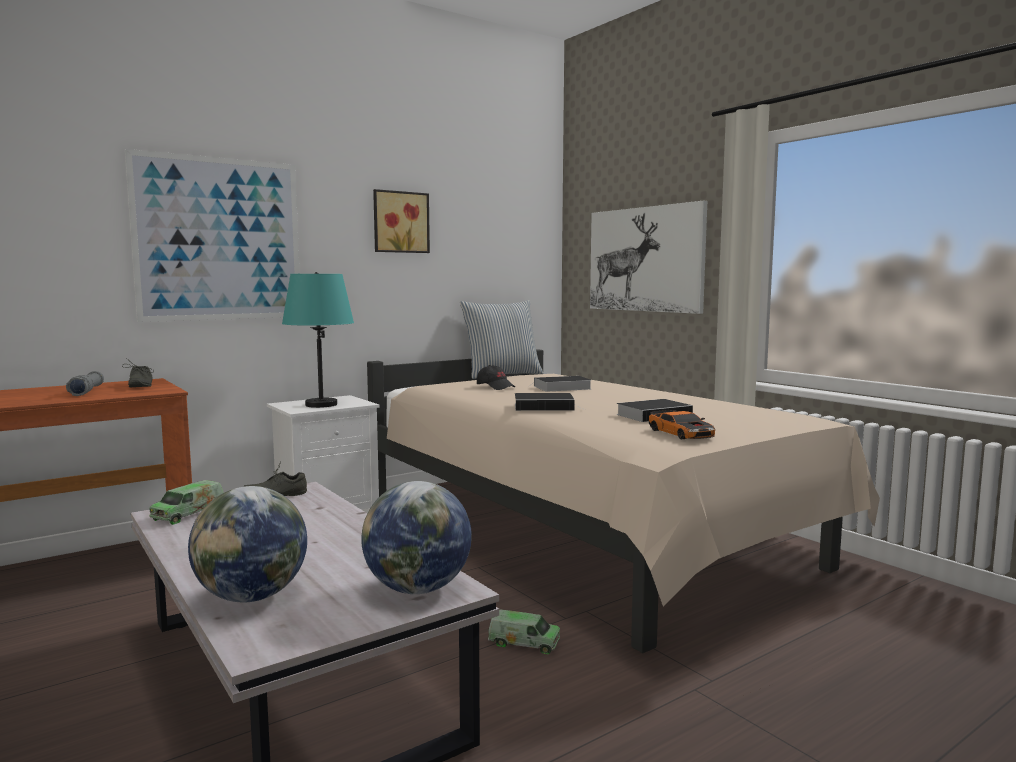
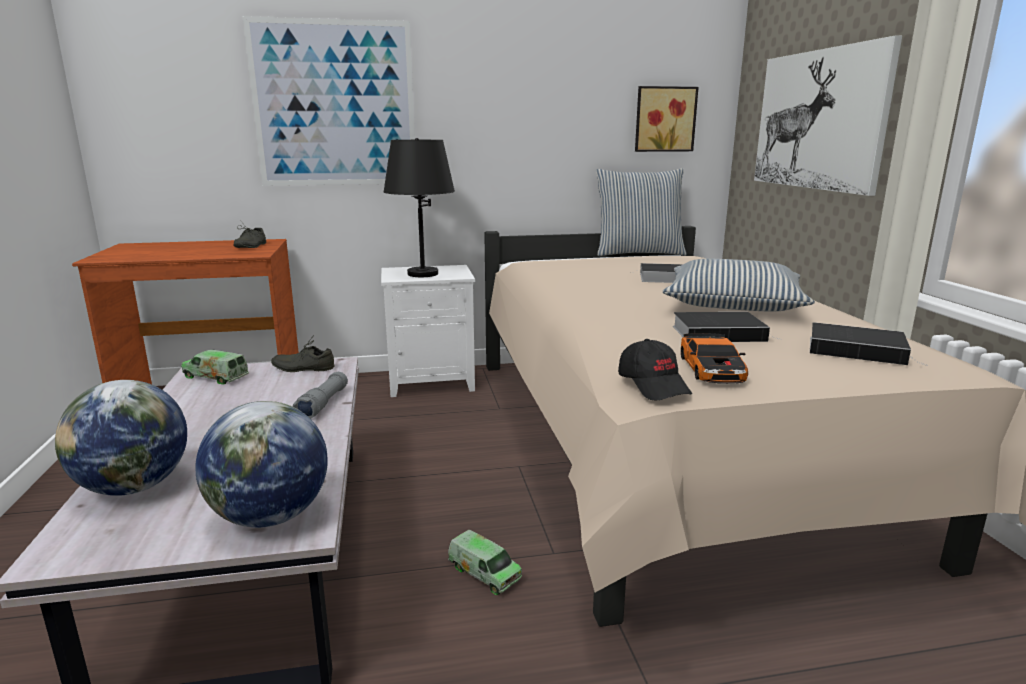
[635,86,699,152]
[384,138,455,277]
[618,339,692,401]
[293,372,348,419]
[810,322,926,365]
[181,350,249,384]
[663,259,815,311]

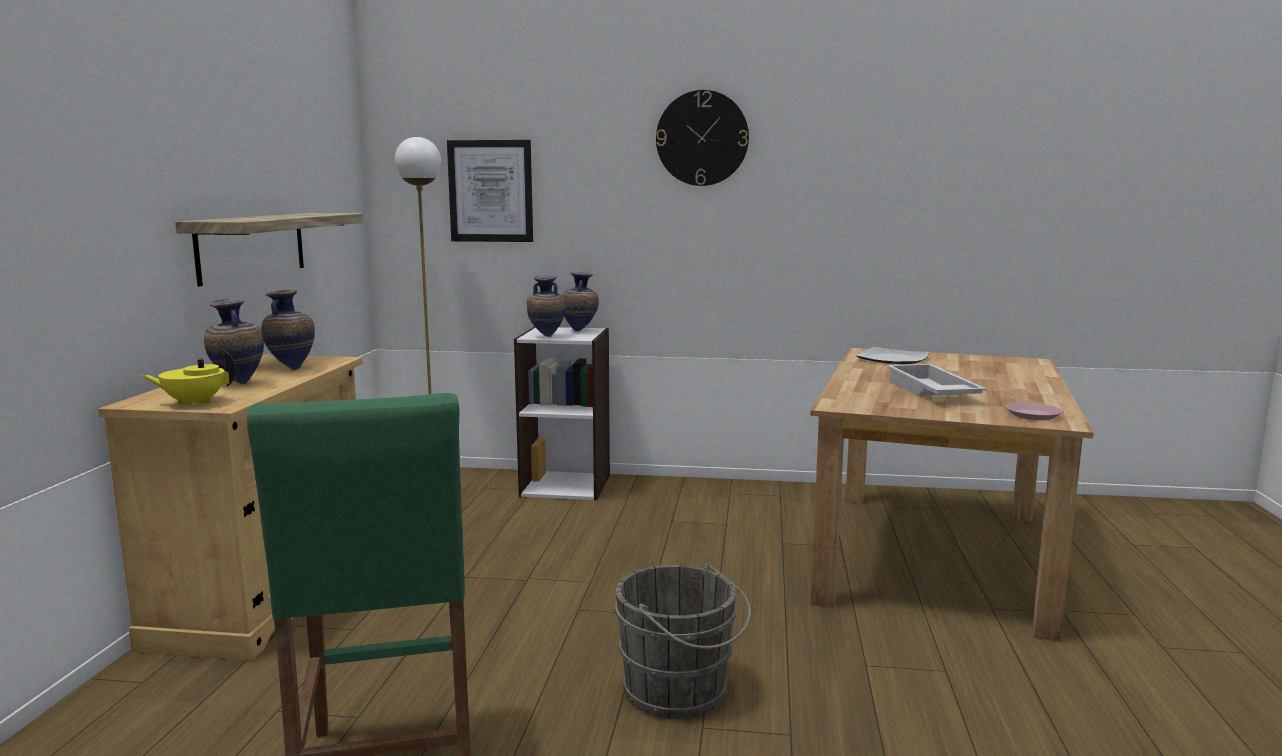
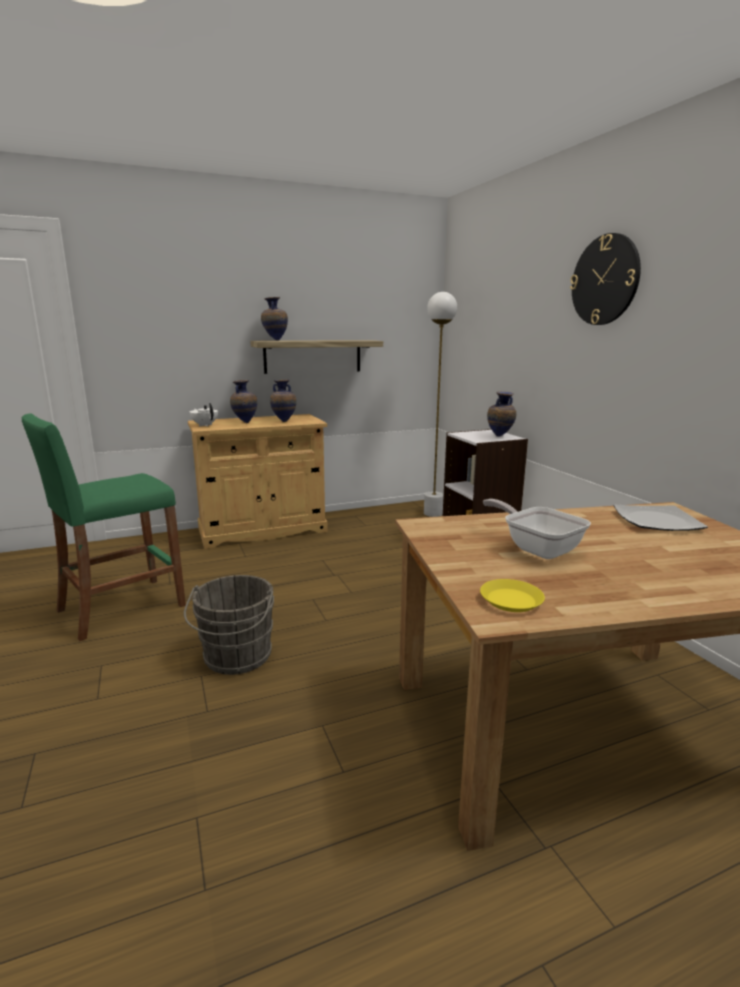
[447,140,533,242] (first image)
[261,297,288,341]
[190,403,218,426]
[483,499,591,559]
[480,579,545,612]

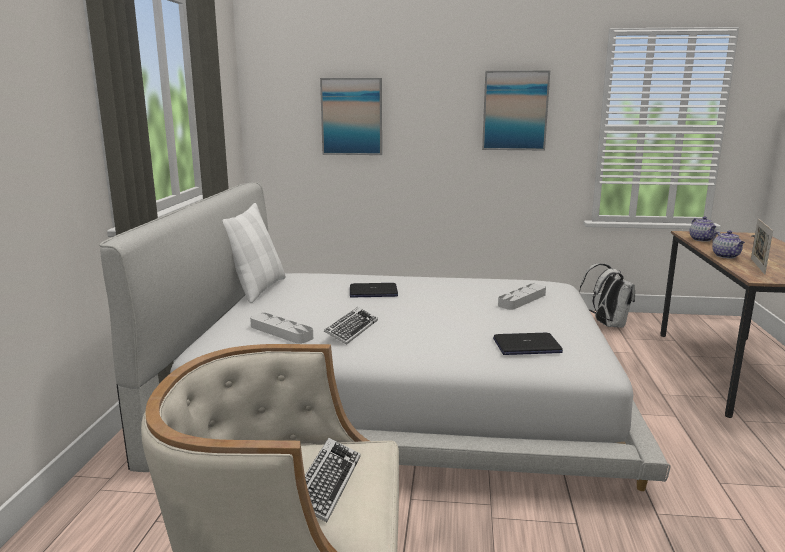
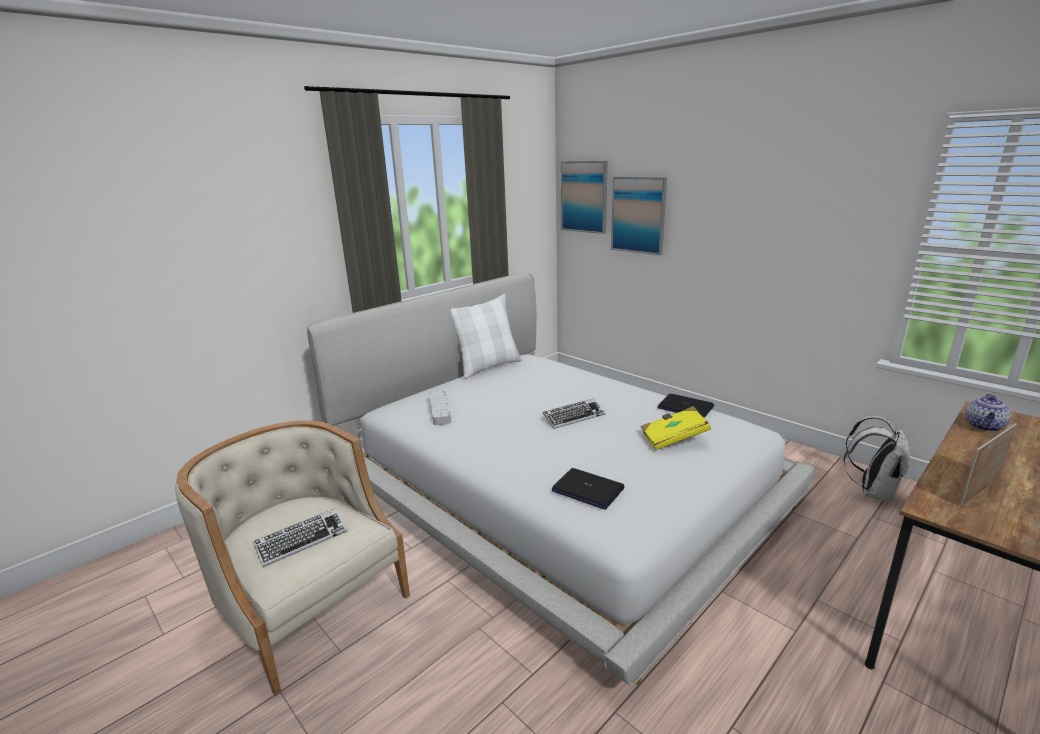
[561,161,608,234]
[712,230,745,258] (first image)
[658,394,714,418]
[641,406,711,450]
[543,398,606,429]

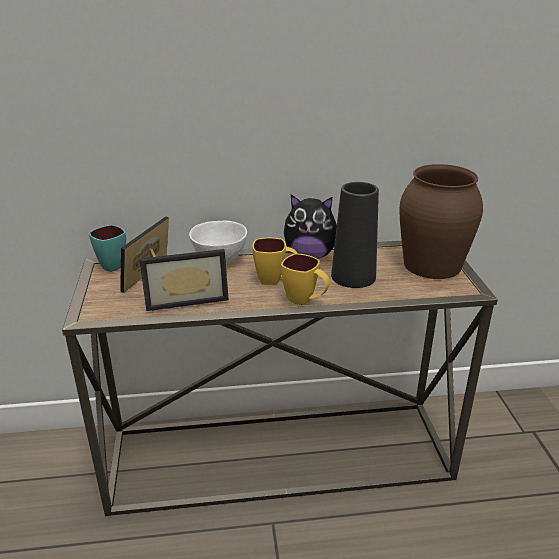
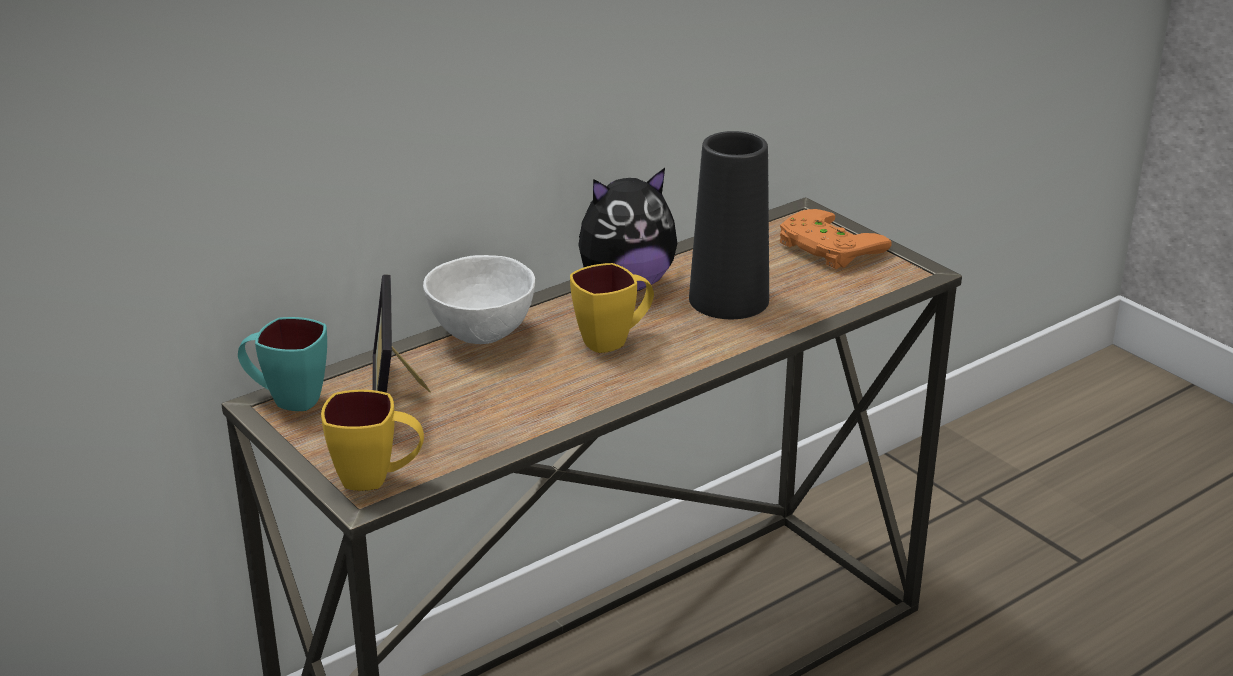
[780,209,891,269]
[140,249,229,311] (first image)
[321,390,424,491]

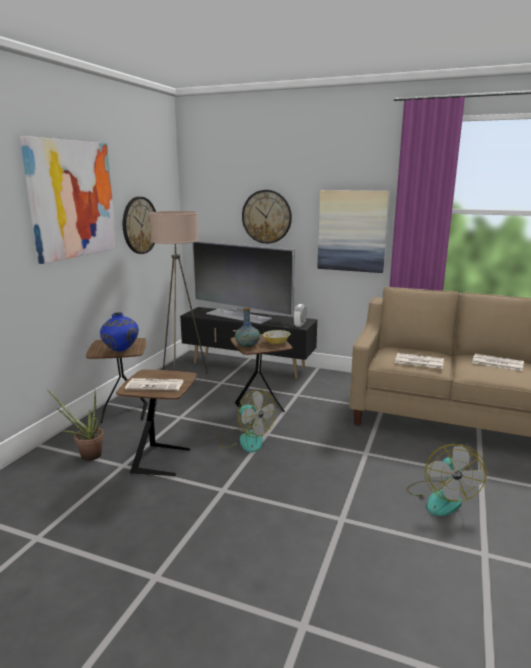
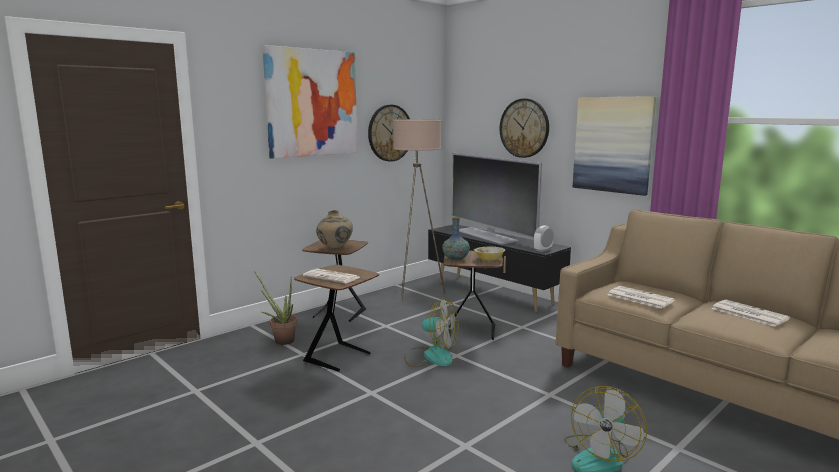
[316,210,353,249]
[404,299,459,367]

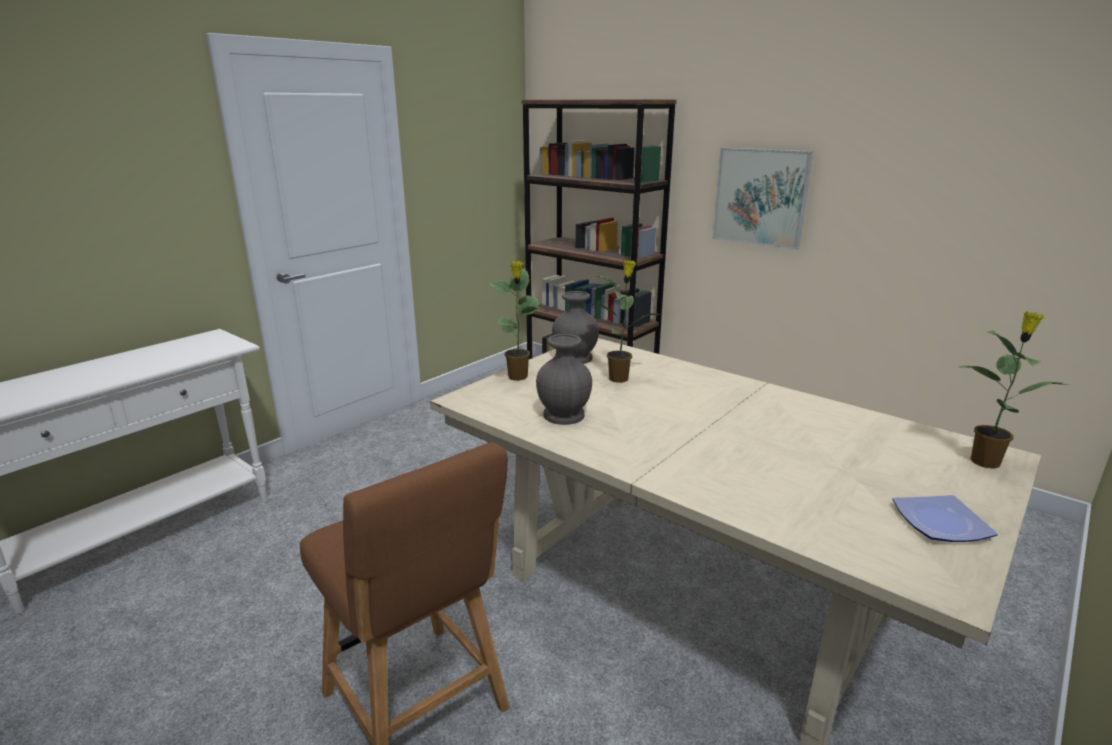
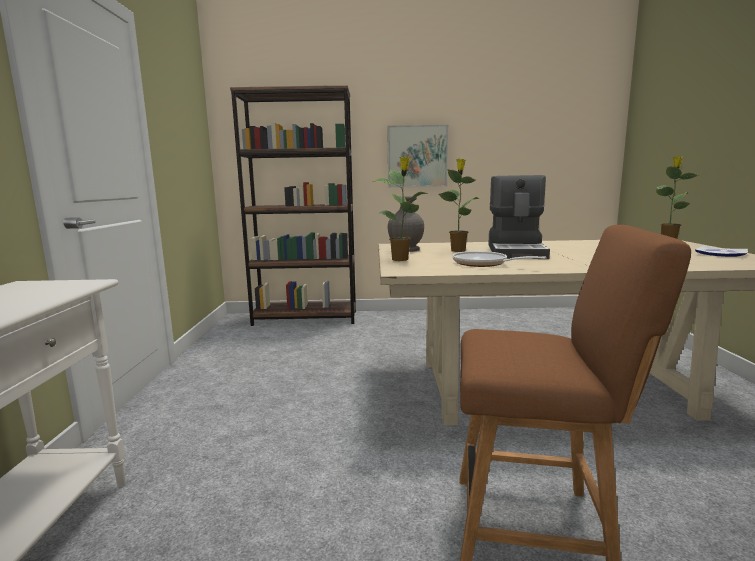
[452,251,547,267]
[488,175,550,259]

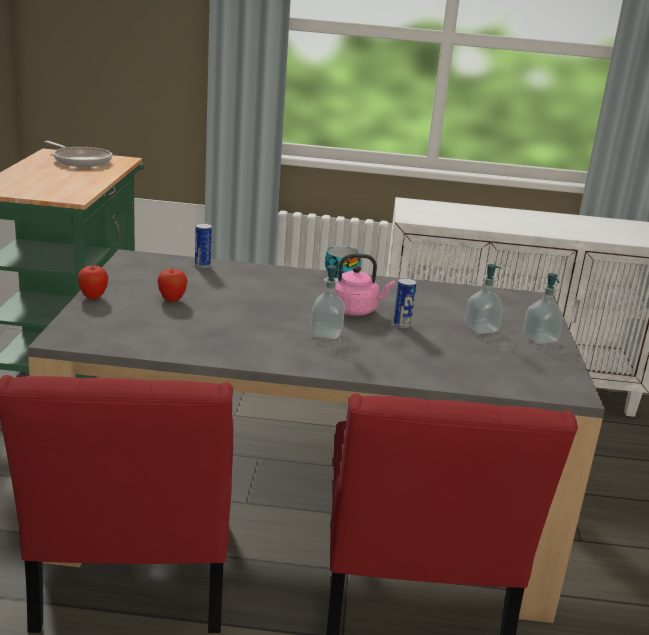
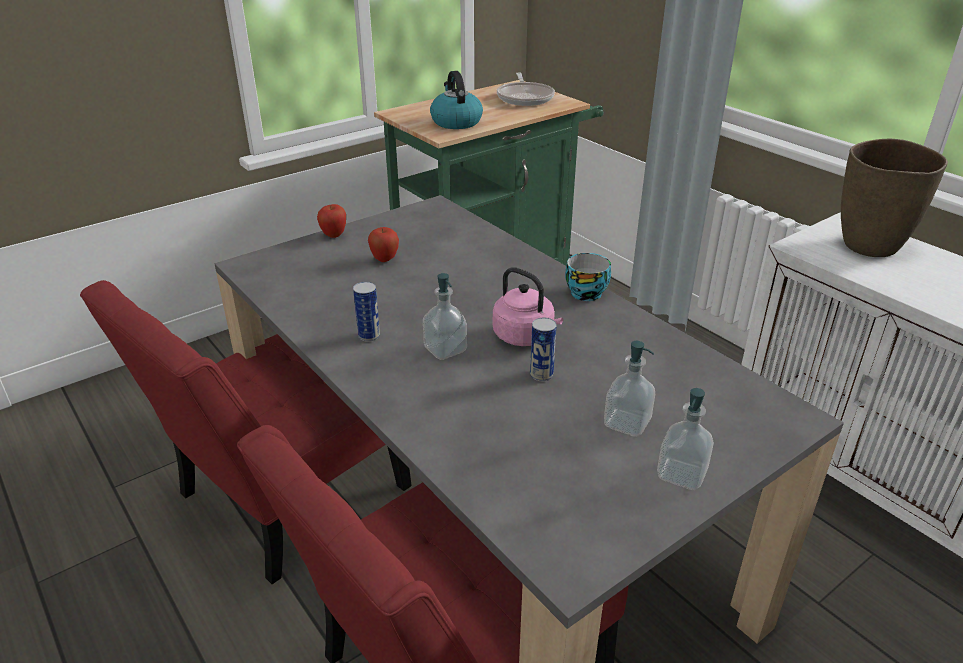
[353,282,380,342]
[430,71,483,129]
[841,139,948,257]

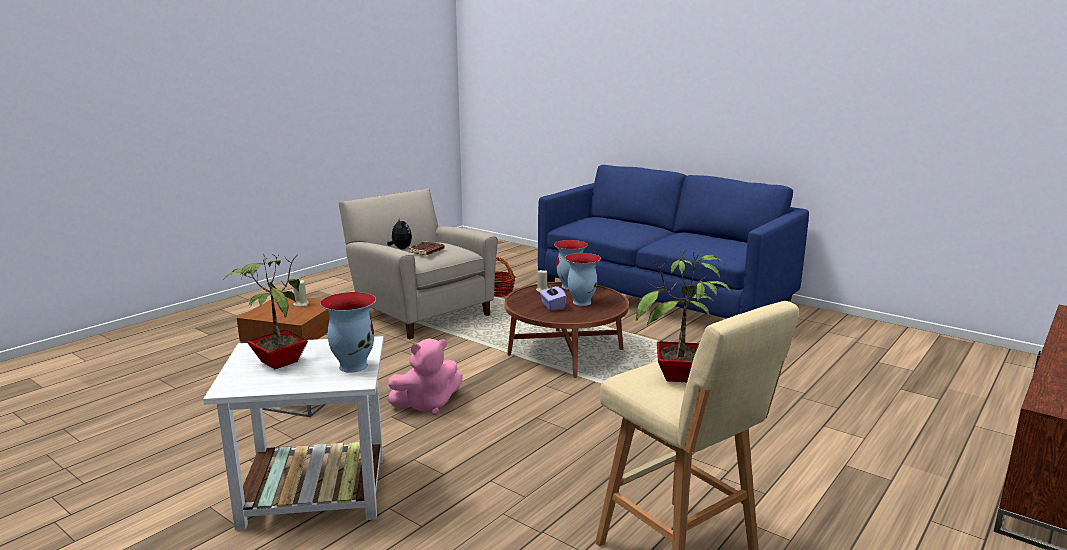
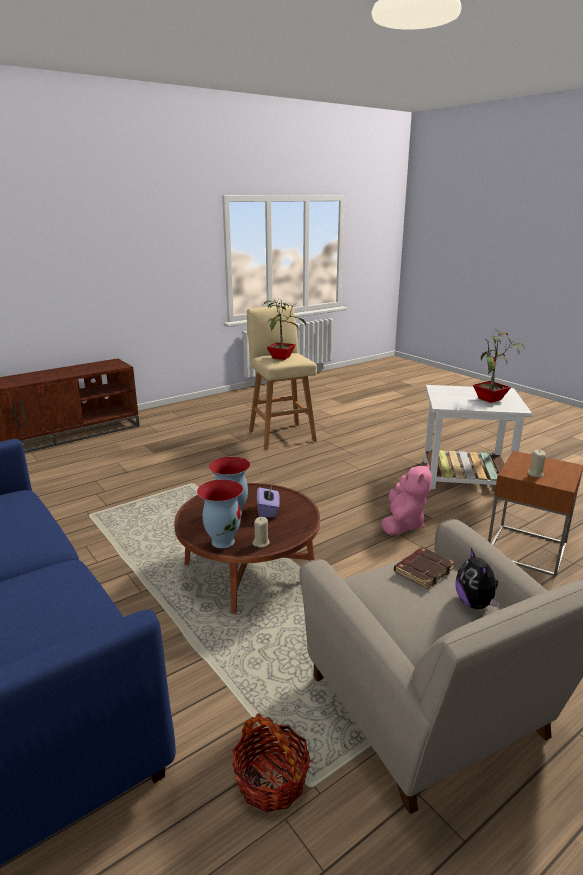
[320,292,376,373] (first image)
[381,463,432,536]

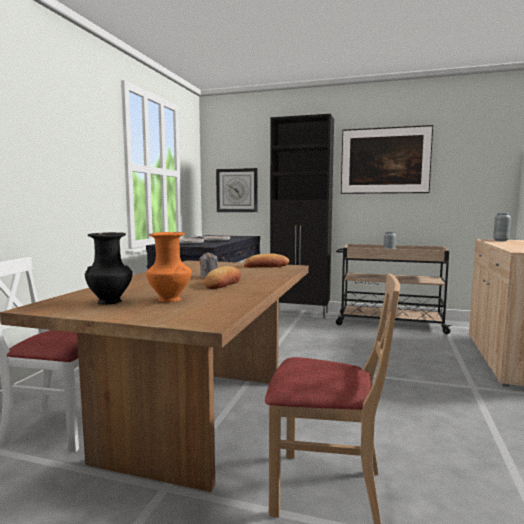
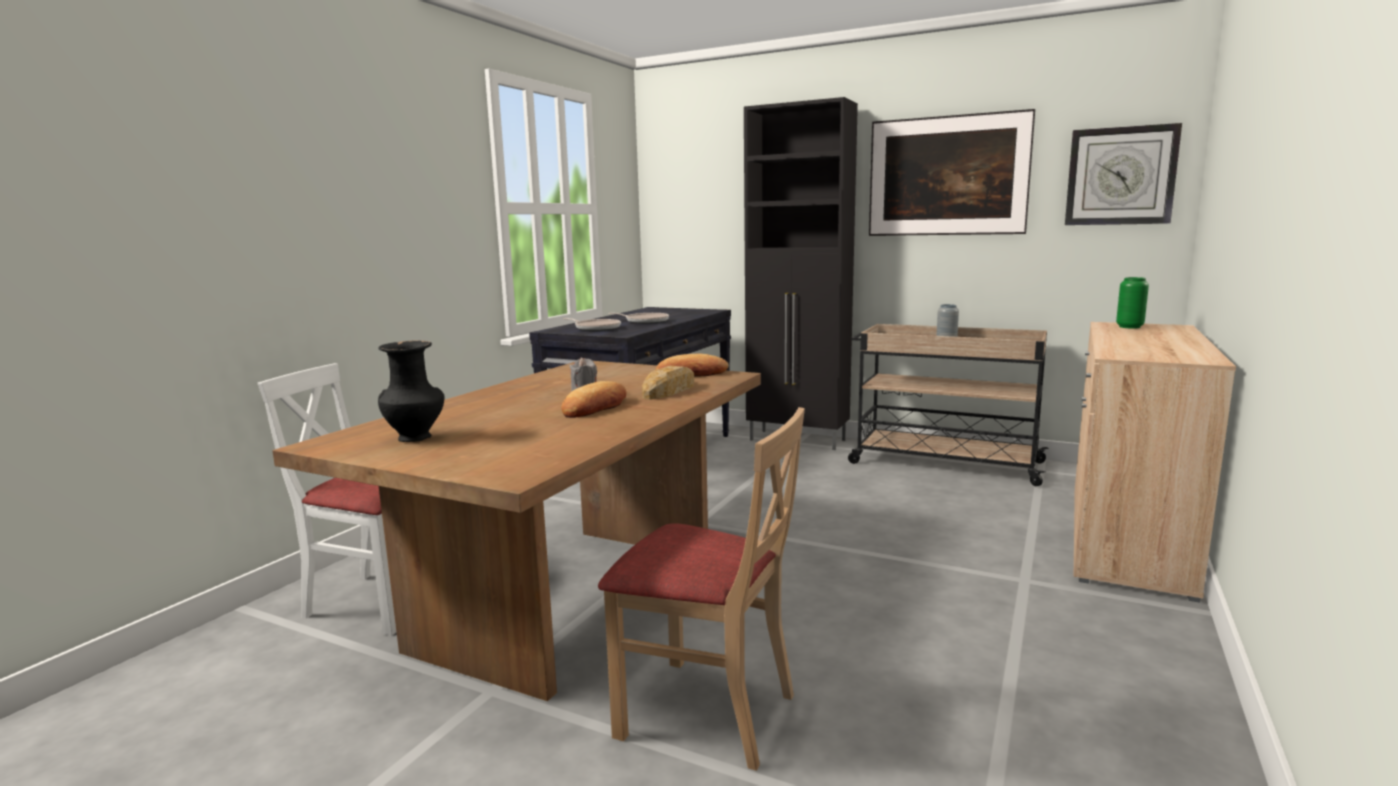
[1065,123,1182,225]
[1116,277,1149,329]
[146,232,192,302] (first image)
[642,366,694,400]

